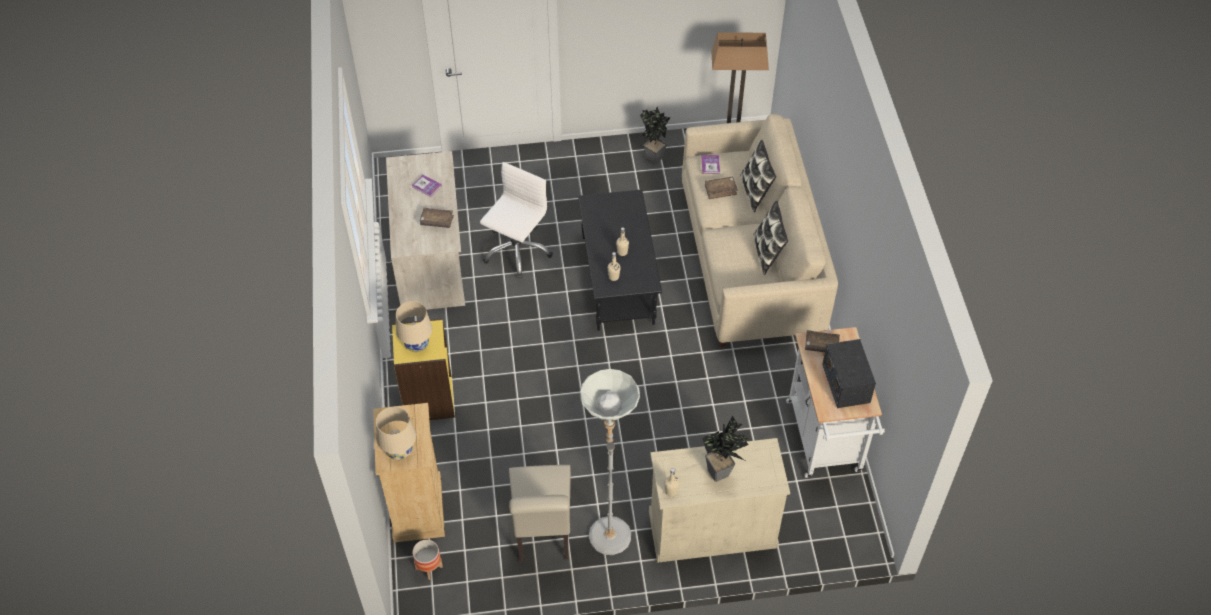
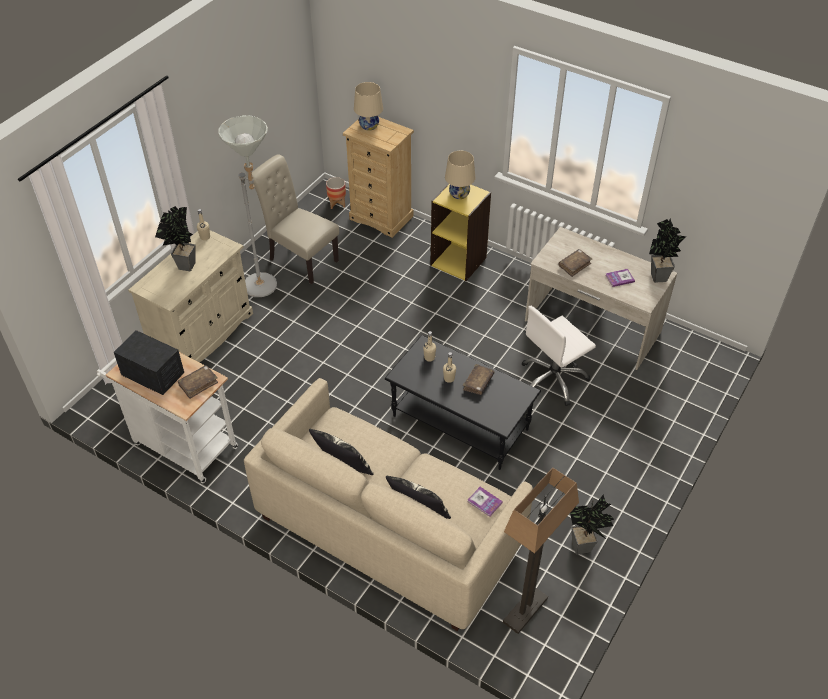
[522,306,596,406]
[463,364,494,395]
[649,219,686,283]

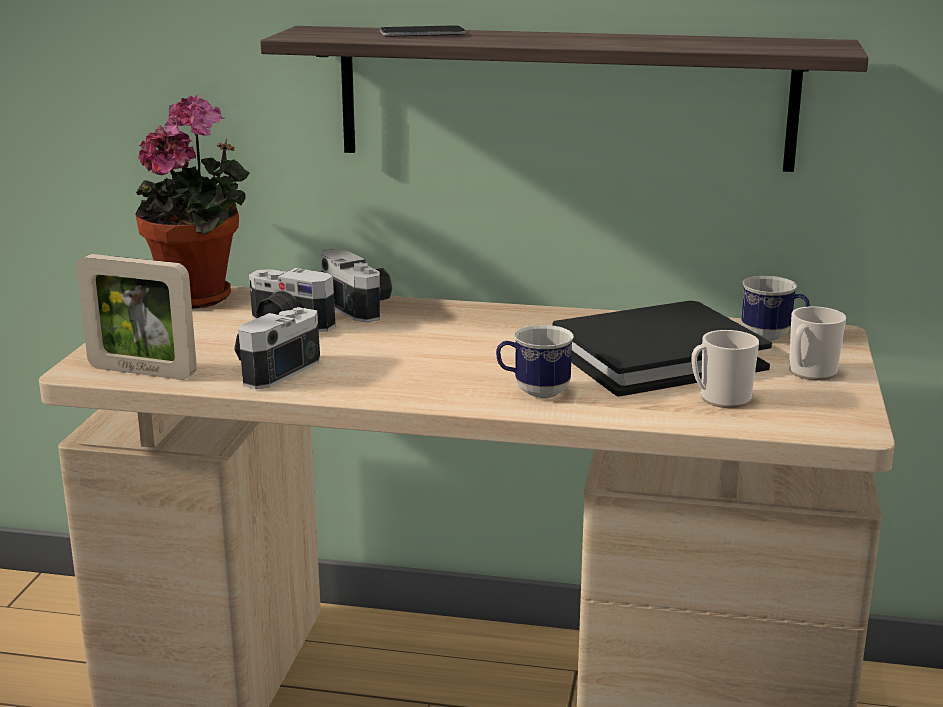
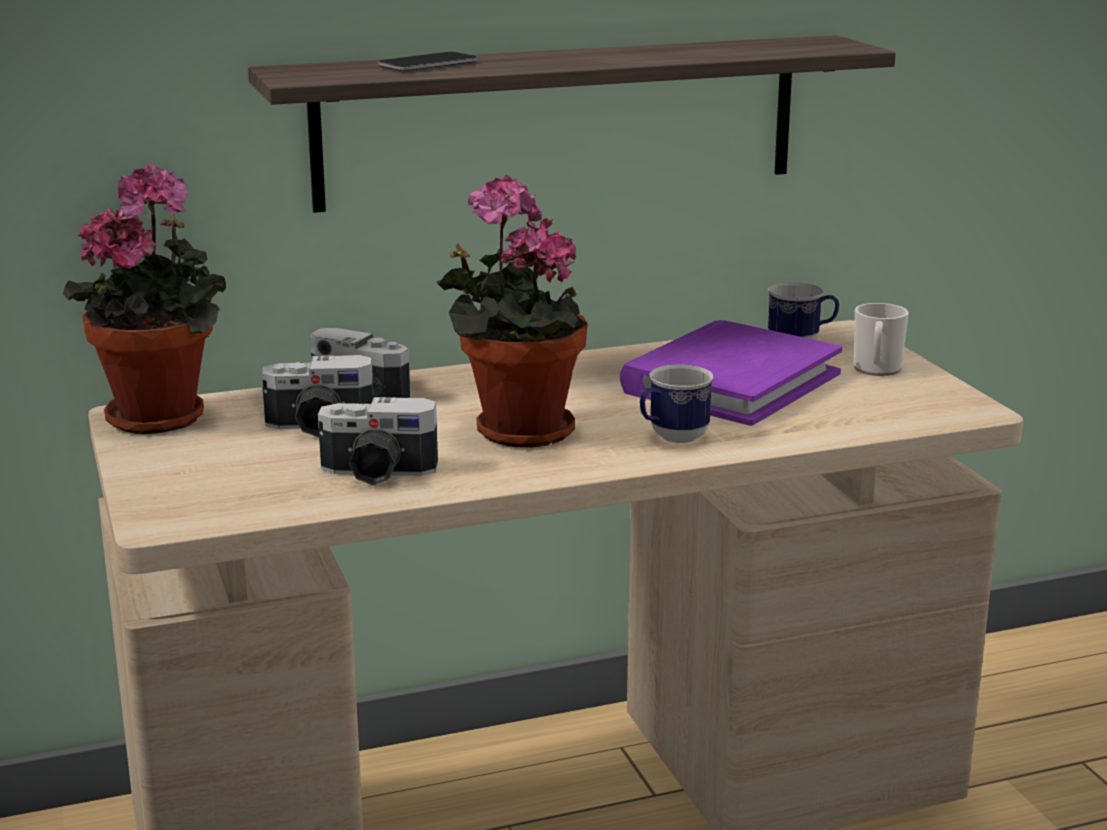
[77,254,197,380] (first image)
[620,320,842,426]
[318,397,438,485]
[692,330,759,408] (first image)
[437,175,588,448]

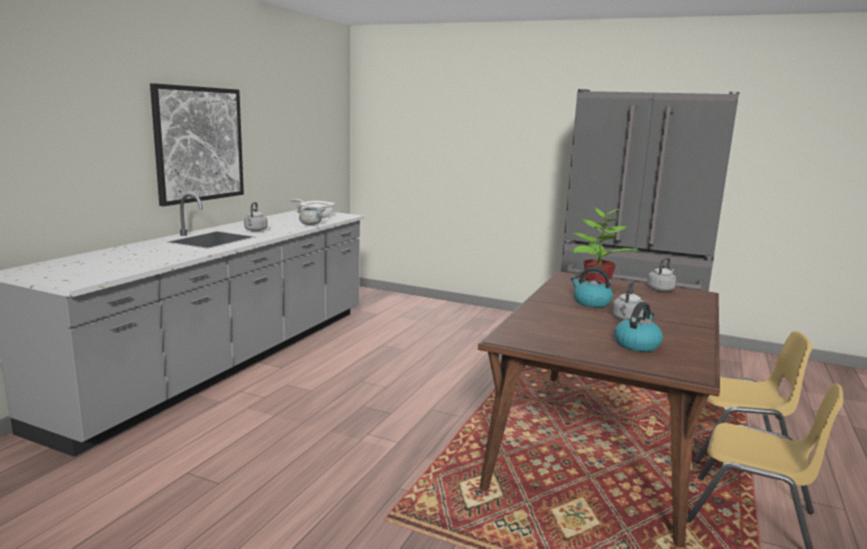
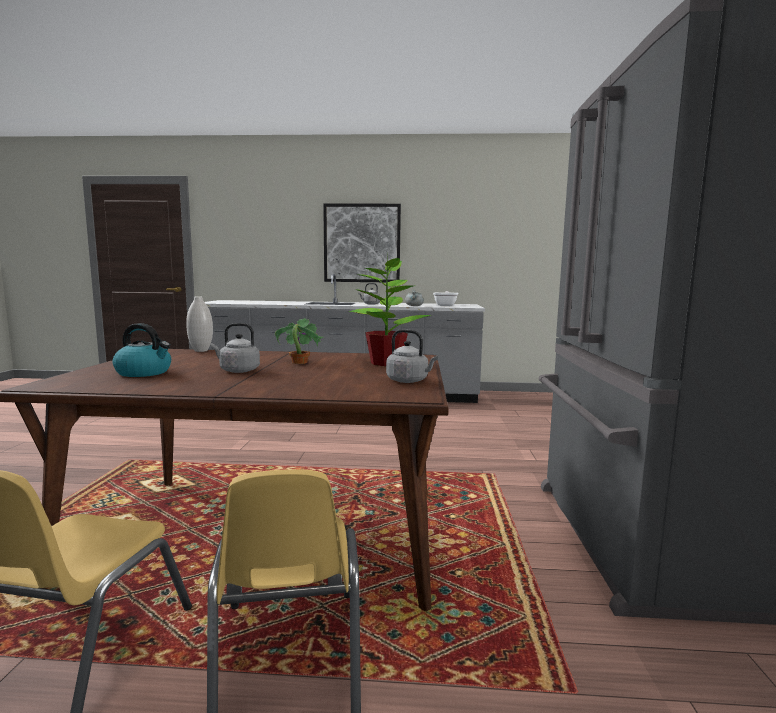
[275,318,324,364]
[186,296,213,352]

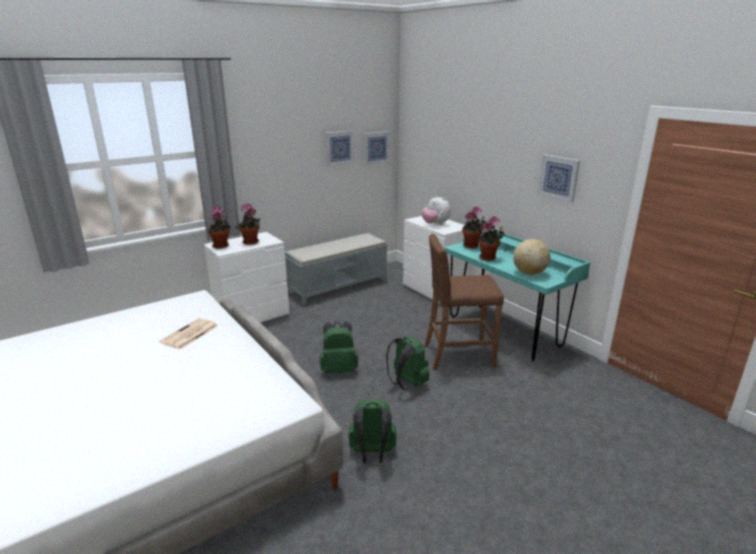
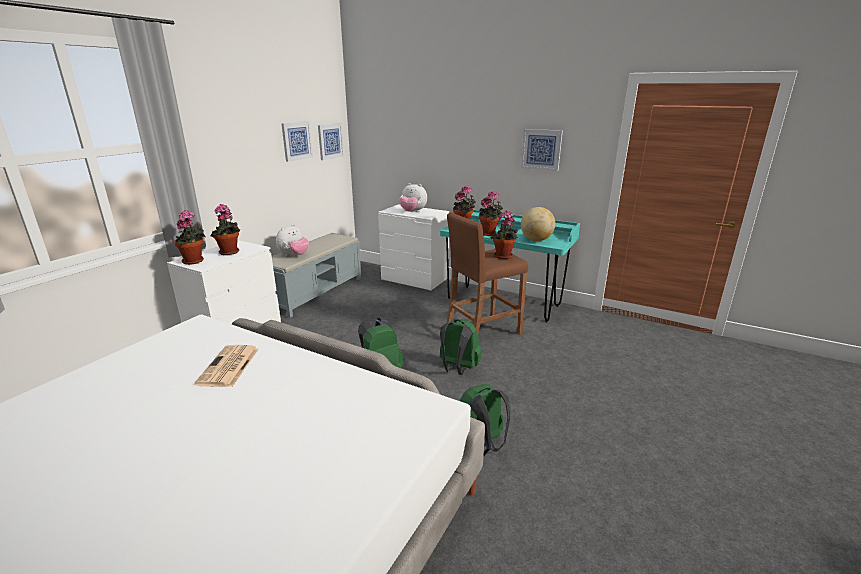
[491,211,518,259]
[276,224,309,257]

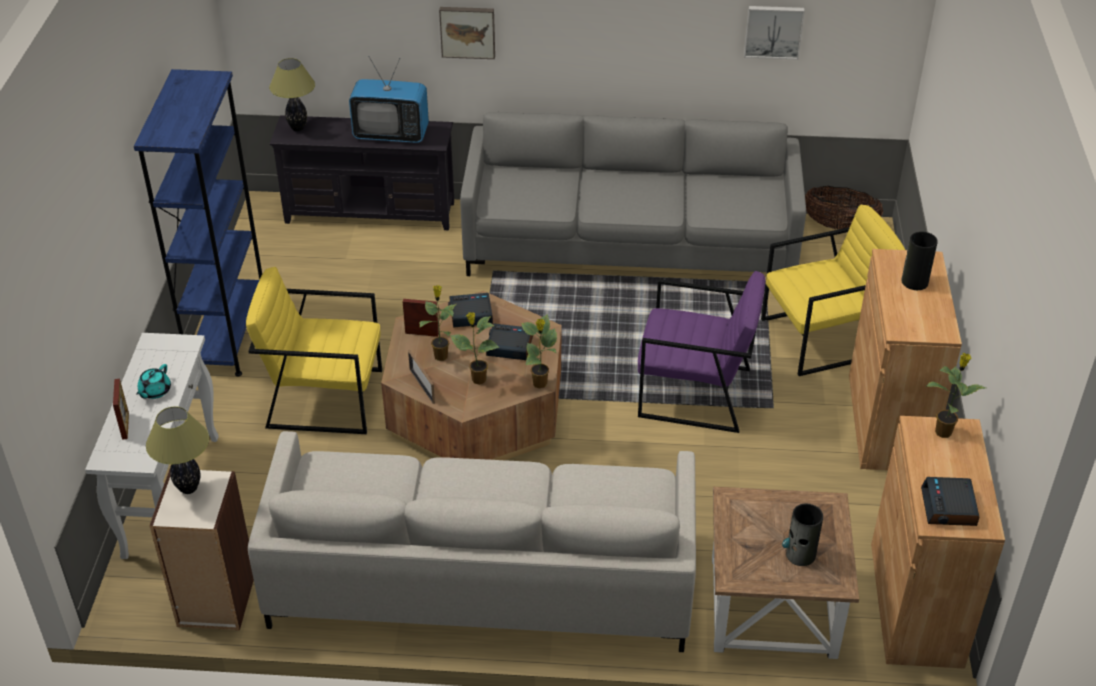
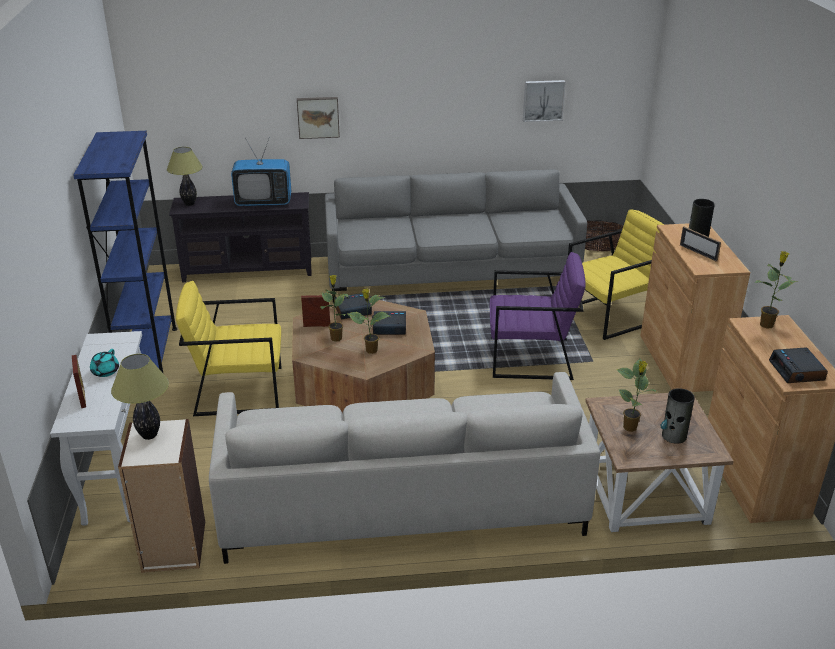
[616,359,657,432]
[680,227,721,262]

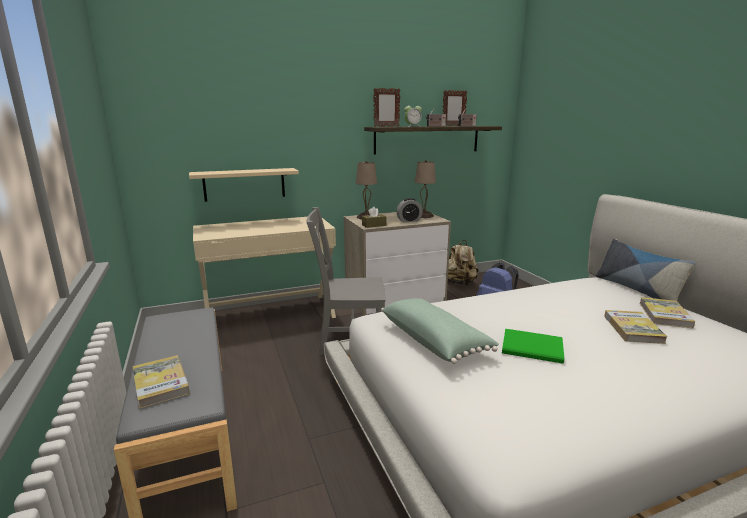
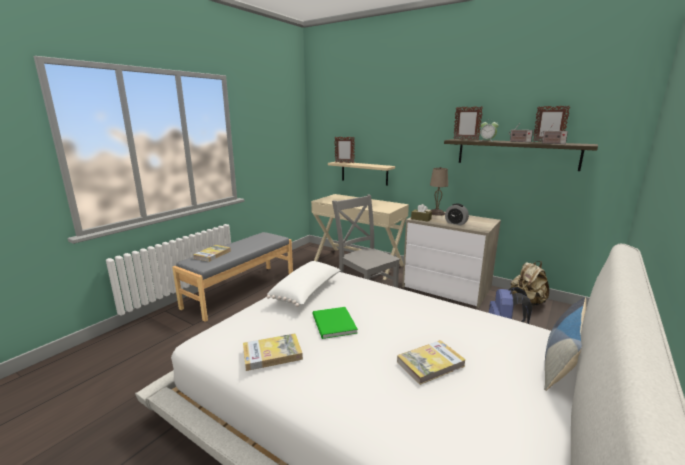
[415,160,436,218] (first image)
[243,333,303,371]
[267,261,341,307]
[334,137,355,163]

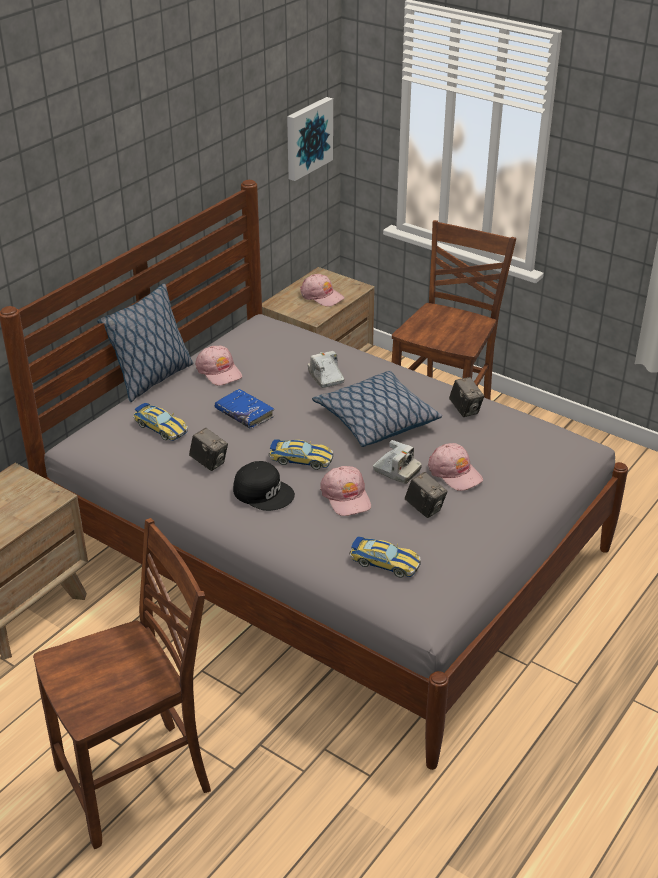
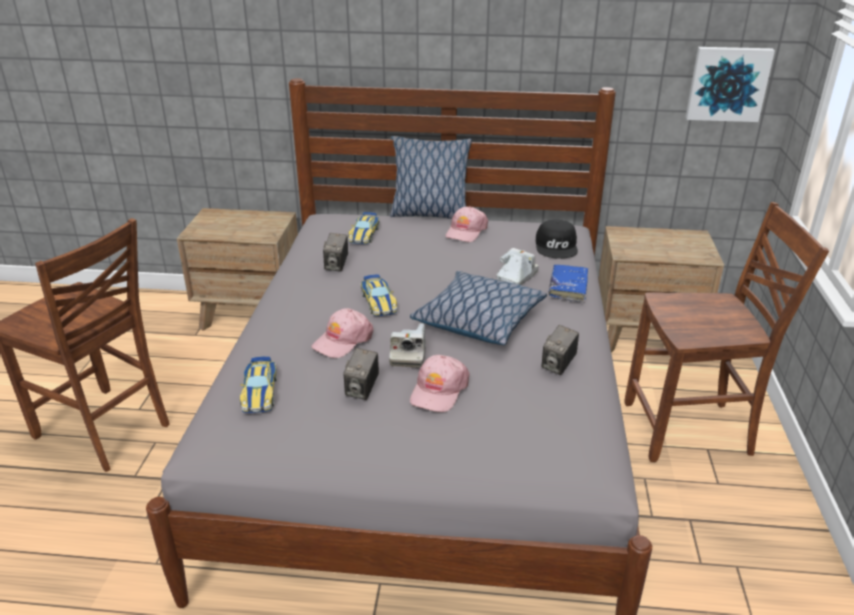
[300,274,345,307] (first image)
[549,265,588,303]
[536,220,578,259]

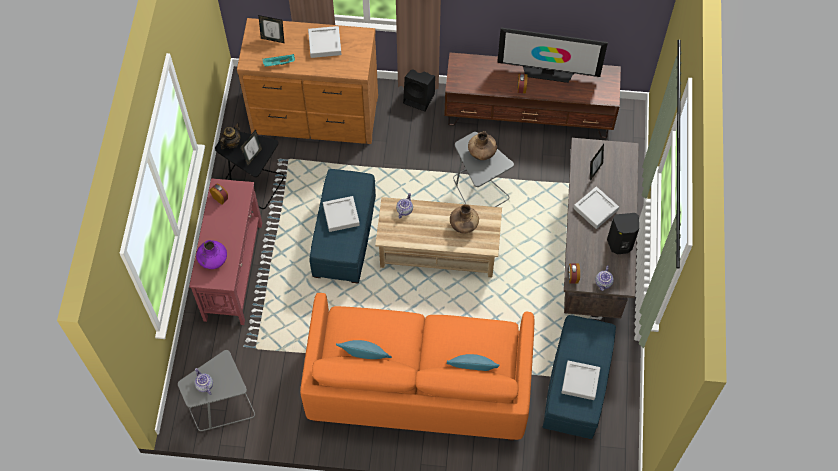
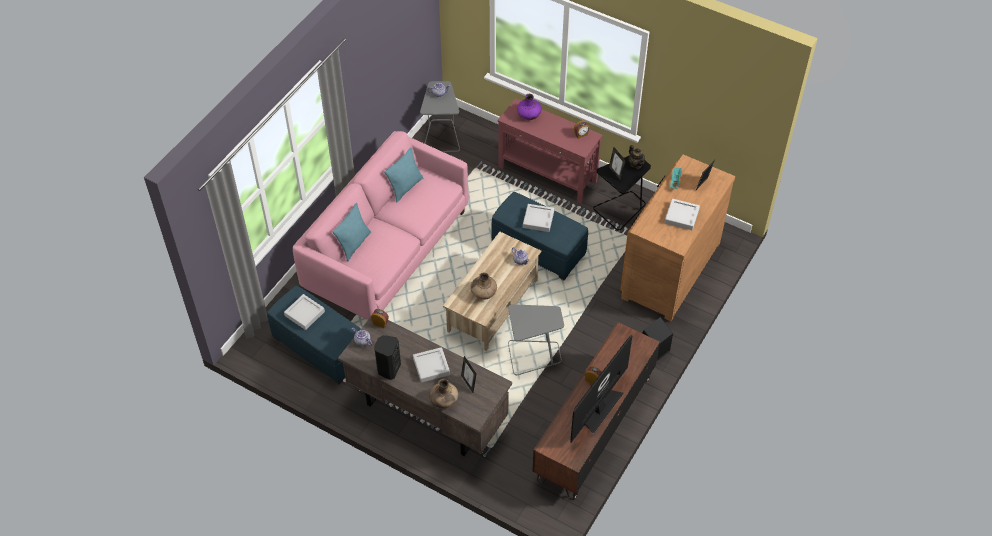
[429,379,458,409]
[293,131,469,320]

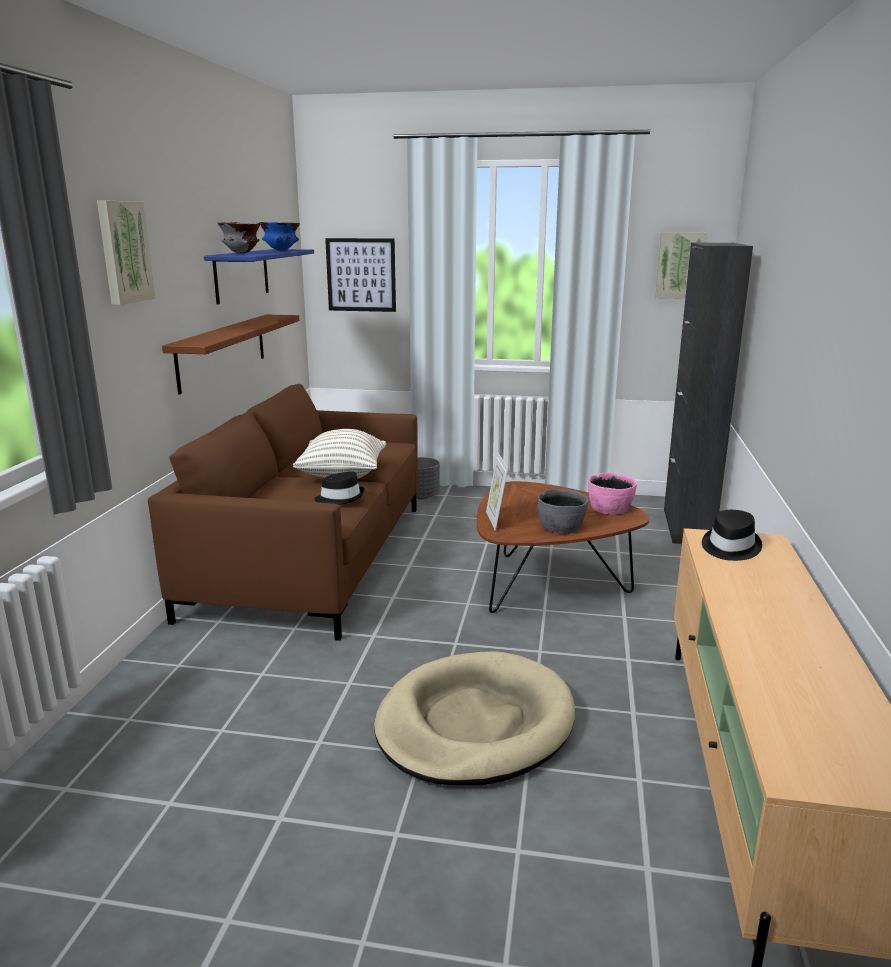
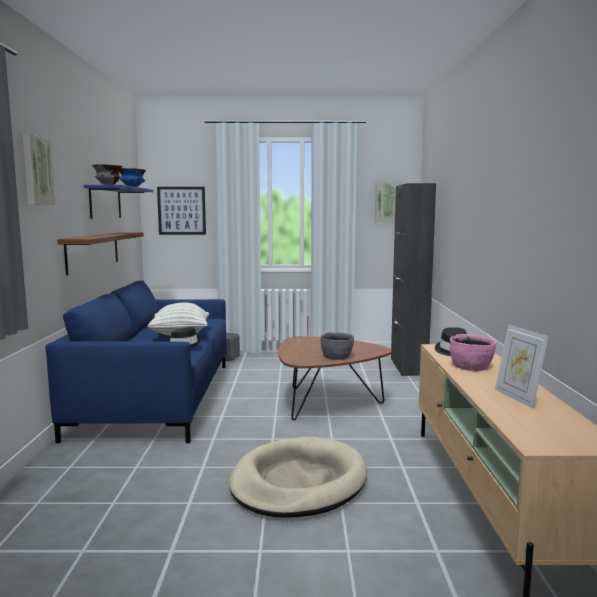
[45,280,226,443]
[495,324,549,408]
[449,334,496,371]

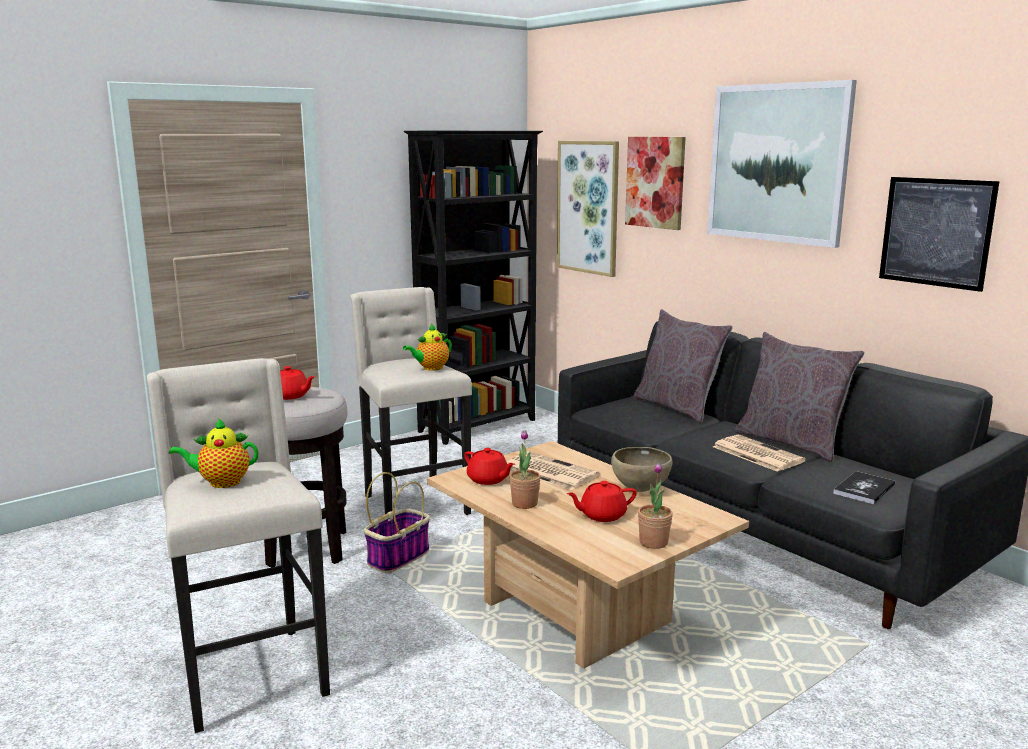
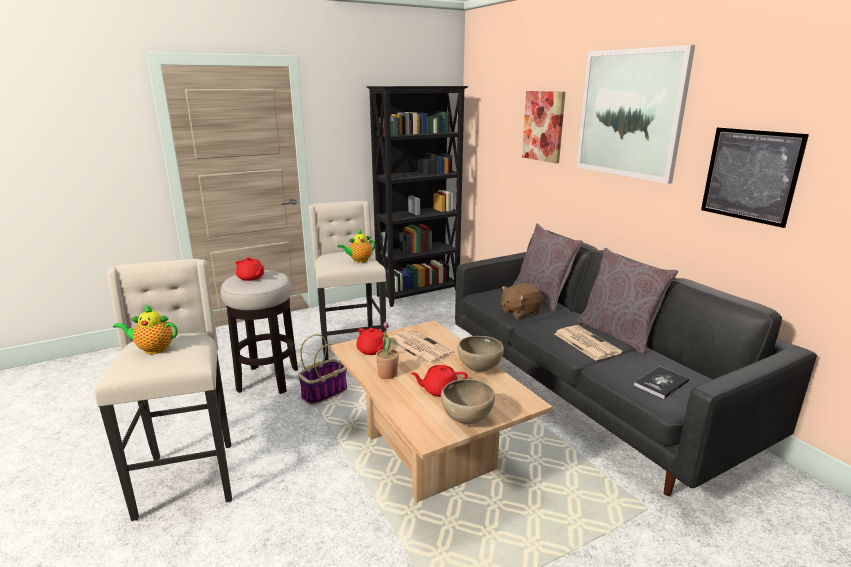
[557,141,619,277] (first image)
[441,379,495,424]
[501,283,543,319]

